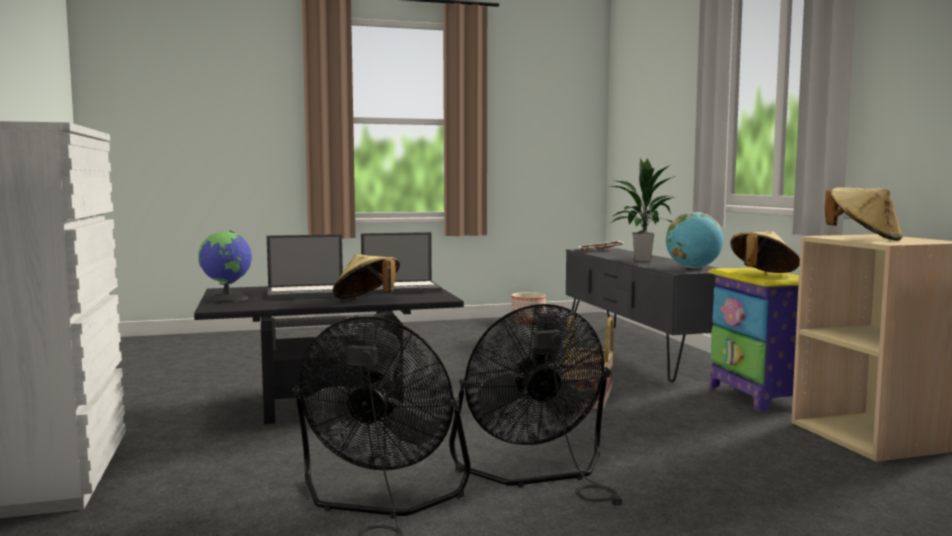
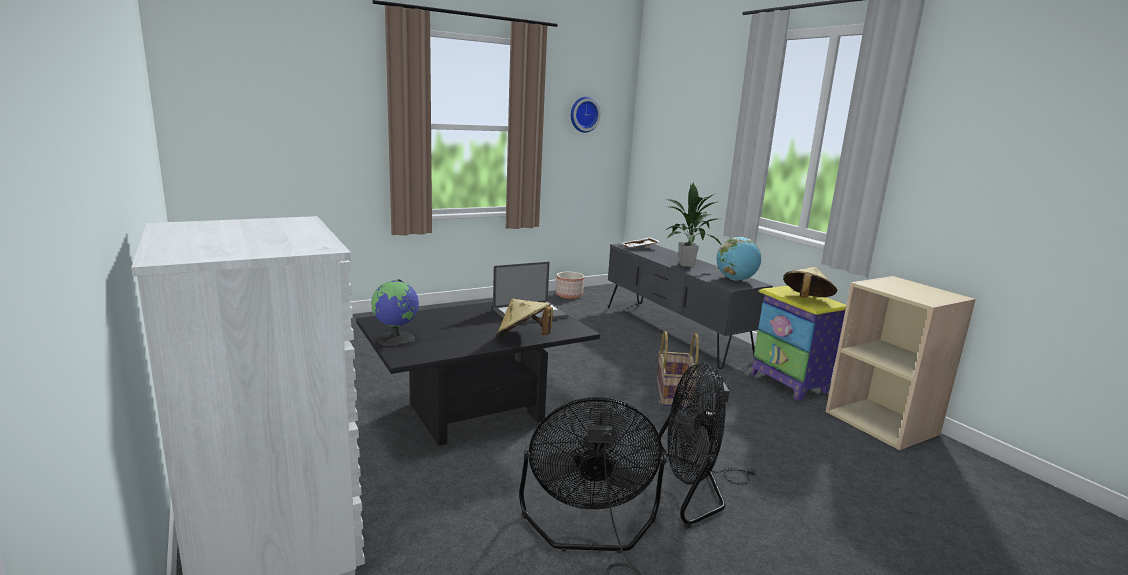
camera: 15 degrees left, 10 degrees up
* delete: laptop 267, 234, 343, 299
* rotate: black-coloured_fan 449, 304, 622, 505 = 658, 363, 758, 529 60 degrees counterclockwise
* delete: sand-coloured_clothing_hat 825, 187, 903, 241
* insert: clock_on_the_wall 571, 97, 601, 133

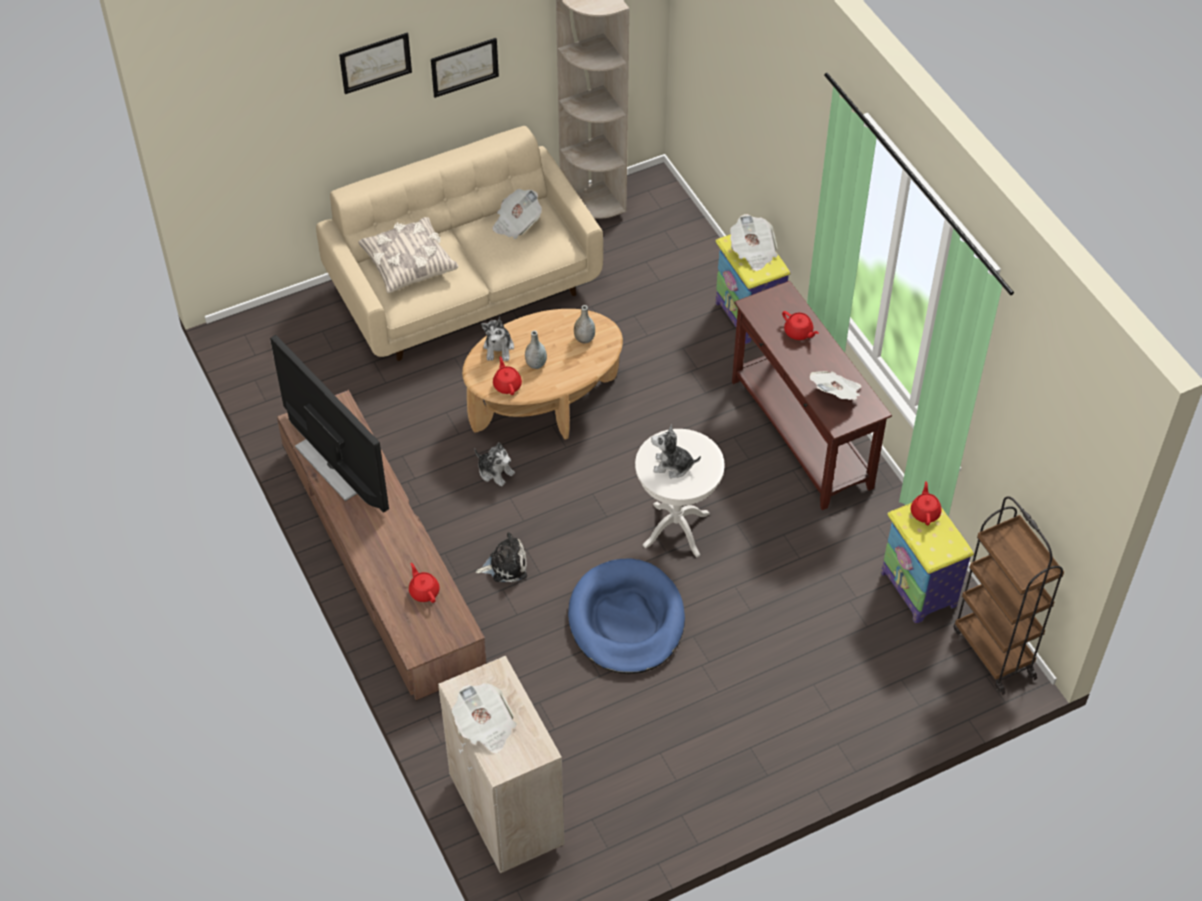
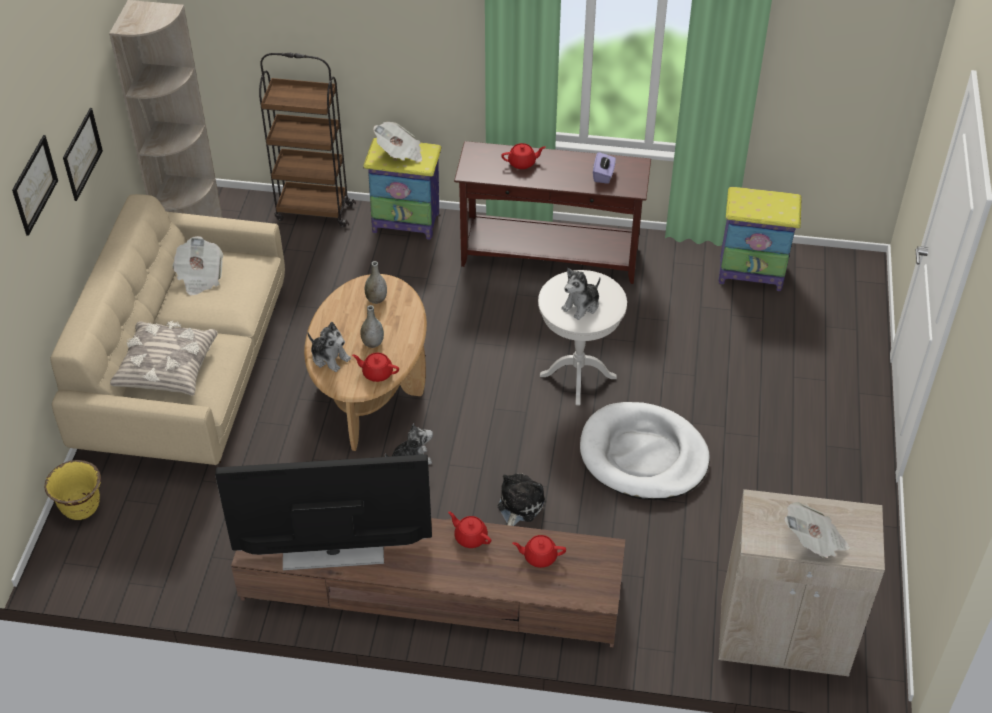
camera: 55 degrees left, 5 degrees down
* recolor: blue-coloured_dog_bed 568, 559, 685, 674 to white_dog_bed 580, 402, 710, 500
* replace: printed_paper 810, 371, 861, 400 to purple-coloured_tissue_box 593, 152, 616, 184
* move: red-coloured_teapot 911, 481, 942, 525 to 448, 511, 491, 548
* move: brown-coloured_trolley 954, 496, 1064, 695 to 259, 53, 356, 227
* insert: yellow_planter 44, 460, 101, 520

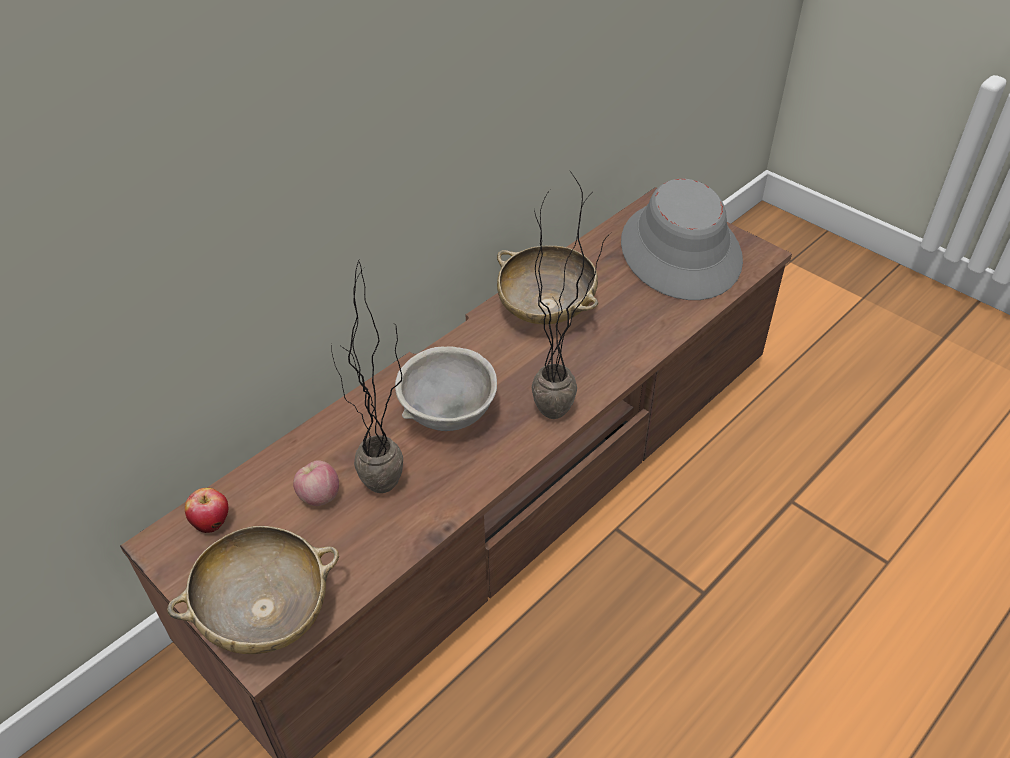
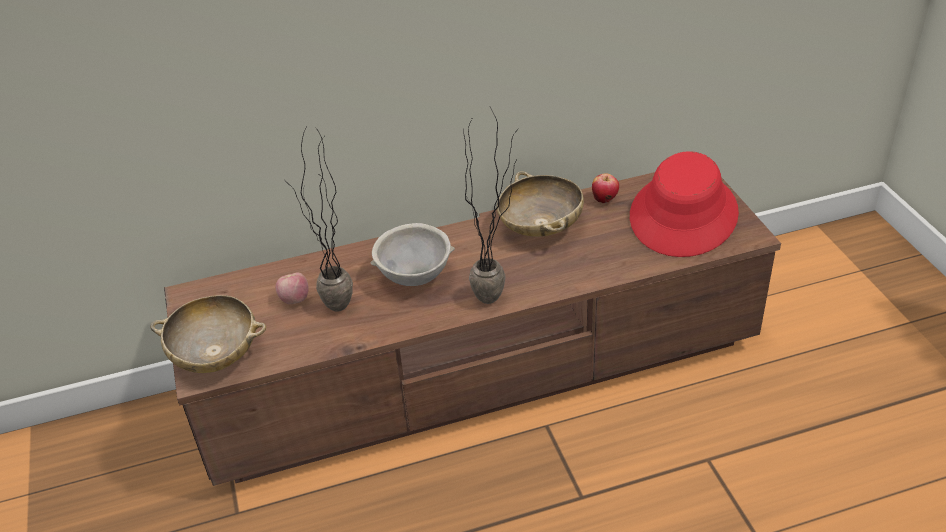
camera: 30 degrees right, 5 degrees down
* move: apple_fruit 185, 488, 228, 533 to 592, 173, 619, 203
* recolor: gray_clothing_hat 621, 179, 743, 300 to red-coloured_clothing_hat 630, 151, 739, 257

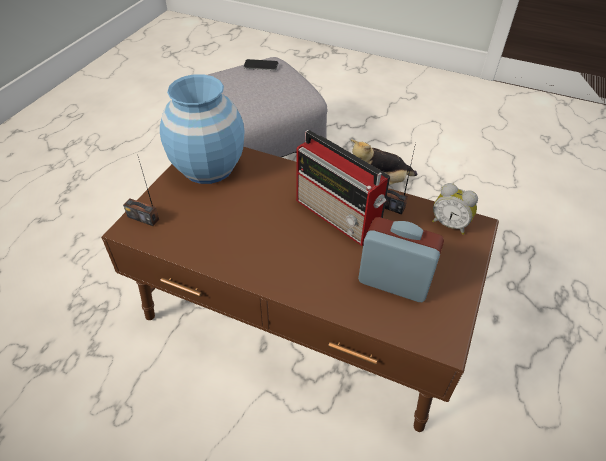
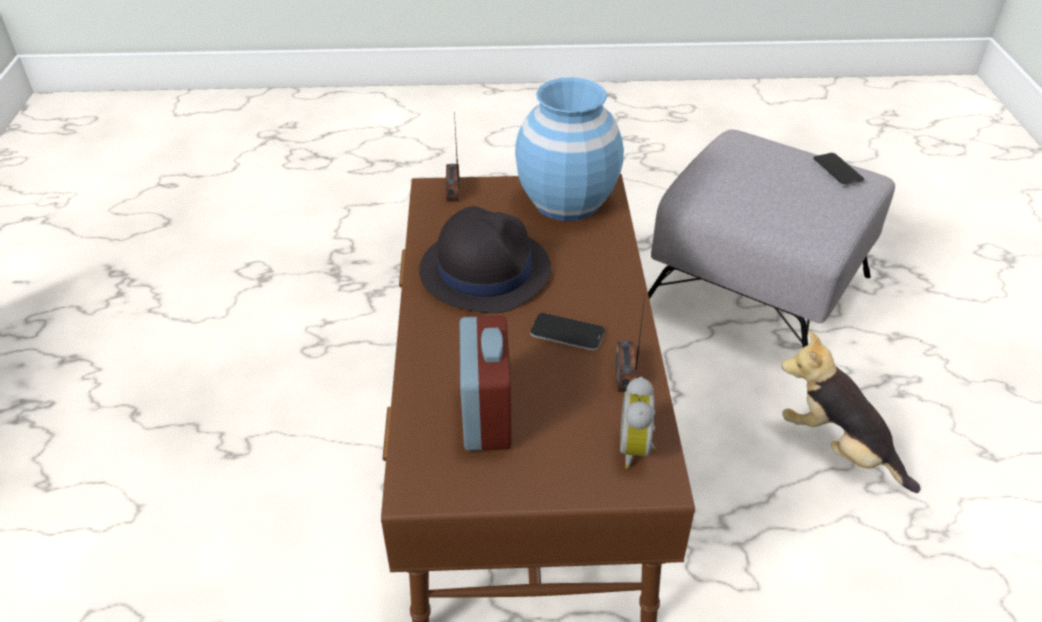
camera: 65 degrees right, 5 degrees down
* replace: radio 296, 130, 390, 246 to phone 530, 313, 605, 350
* insert: black-coloured_clothing_hat 419, 206, 551, 313

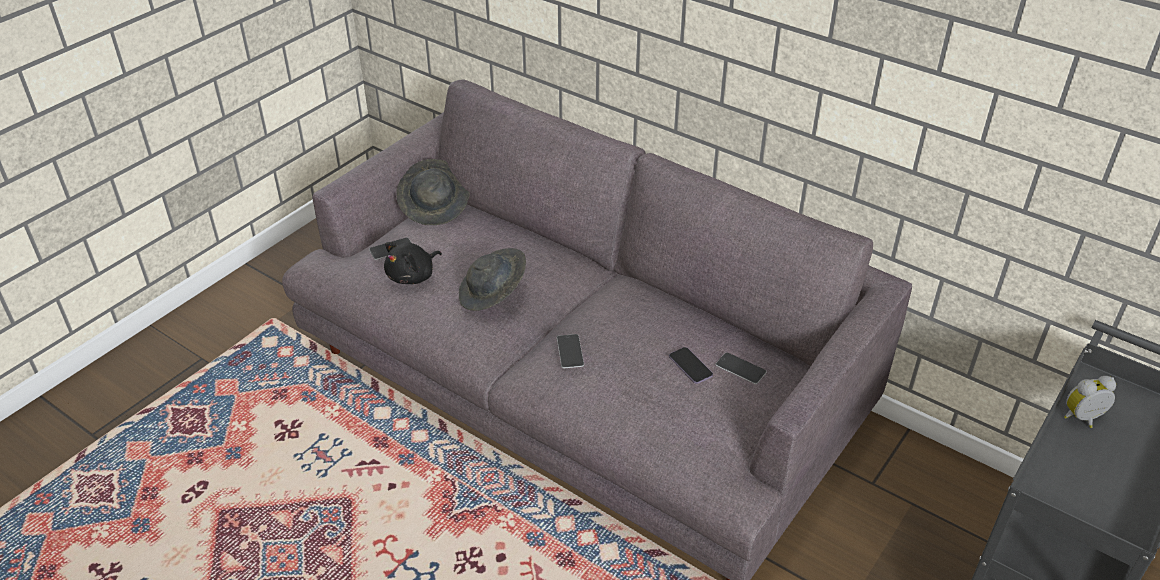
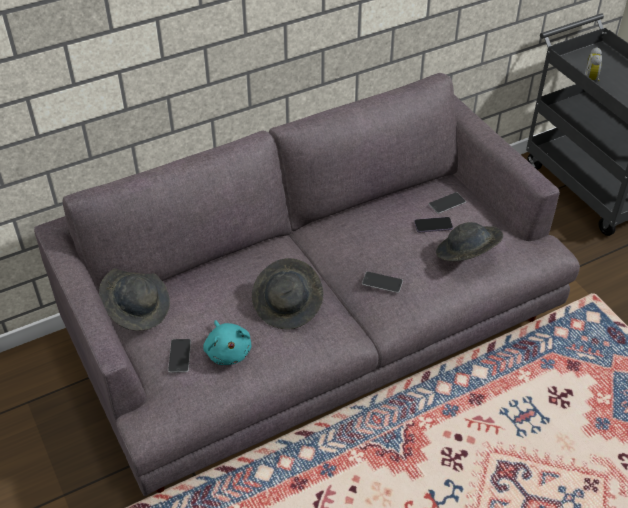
camera: 65 degrees left, 5 degrees up
* recolor: black-coloured_soft_toy 384, 242, 442, 284 to turquoise_soft_toy 203, 320, 251, 365
* insert: gray_clothing_hat 436, 222, 503, 261

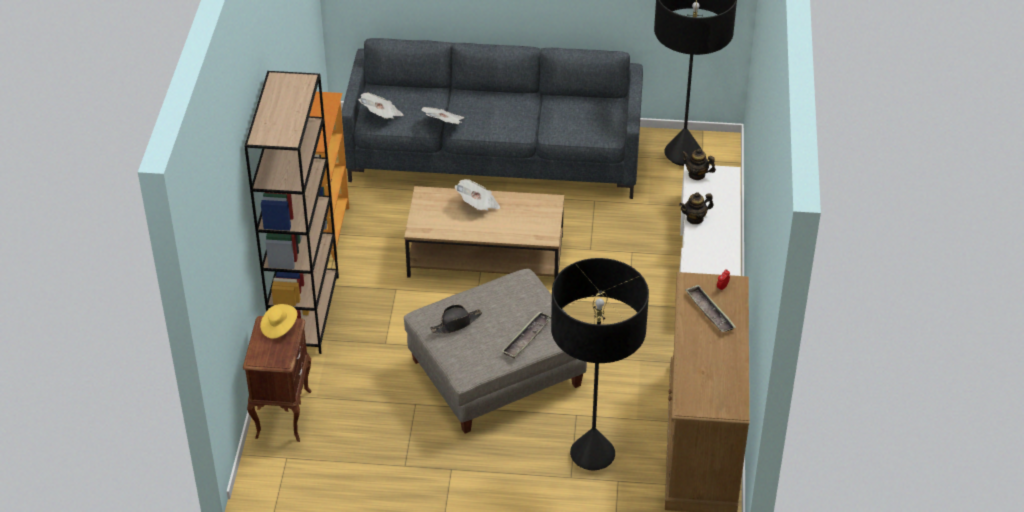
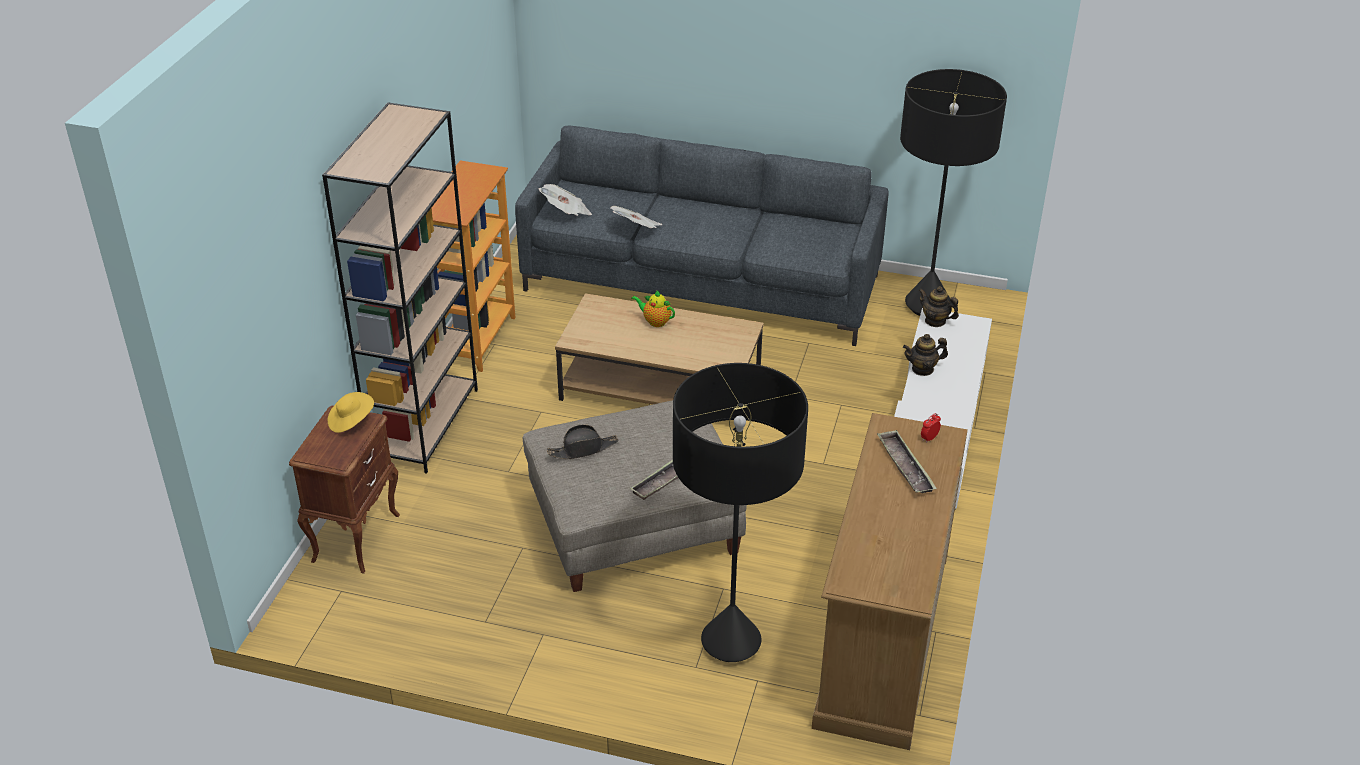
camera: 10 degrees right, 5 degrees down
* replace: printed_paper 455, 179, 501, 211 to teapot 631, 290, 675, 327

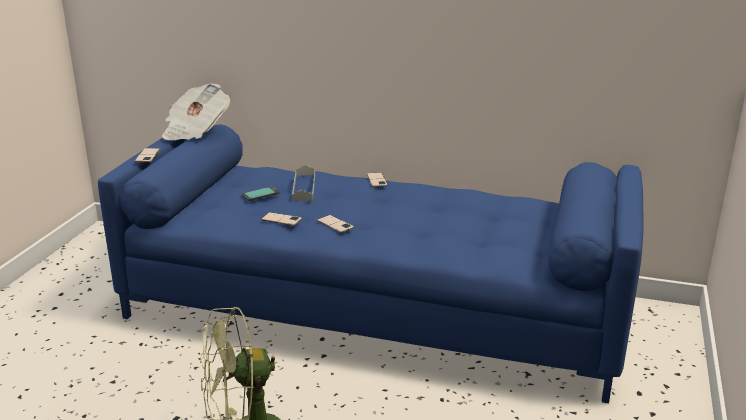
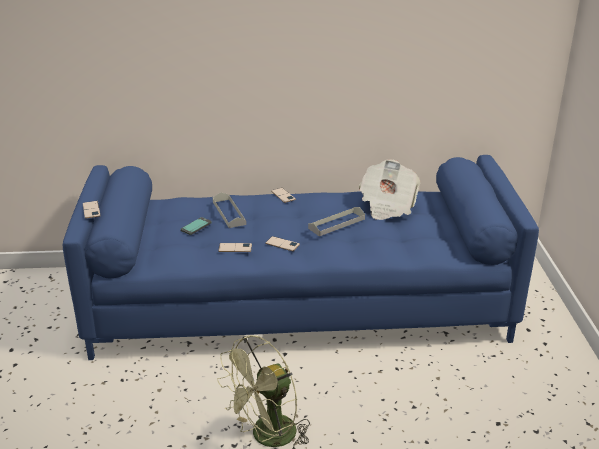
camera: 20 degrees left, 5 degrees up
* move: printed_paper 162, 83, 230, 140 to 359, 159, 421, 220
* insert: gray_serving_tray 308, 207, 365, 236

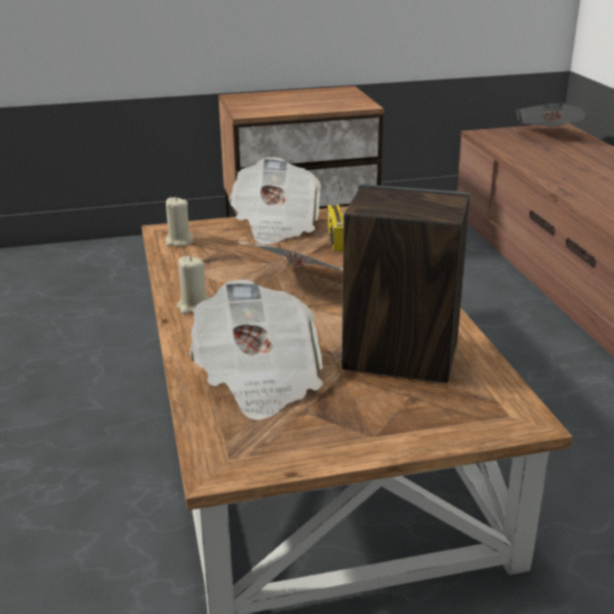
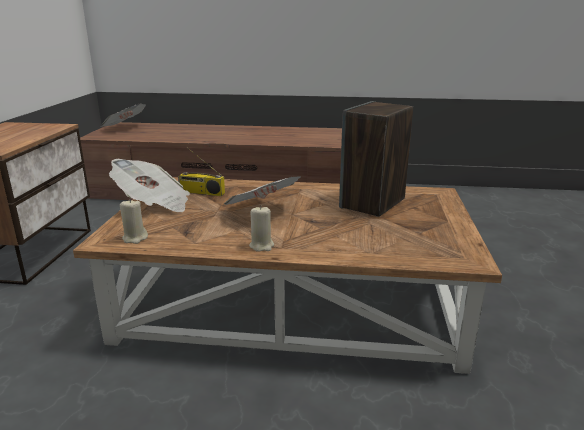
camera: 70 degrees left, 5 degrees down
* delete: printed_paper 189, 279, 323, 421

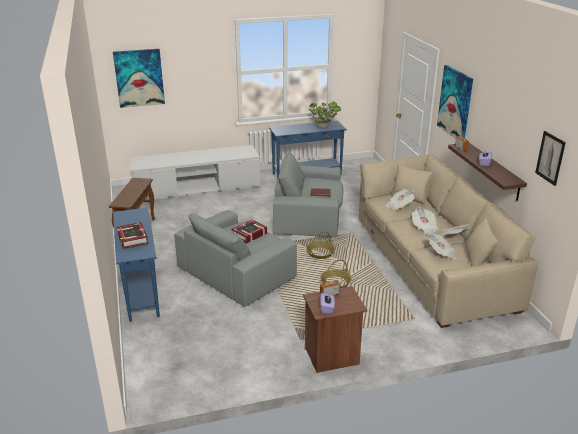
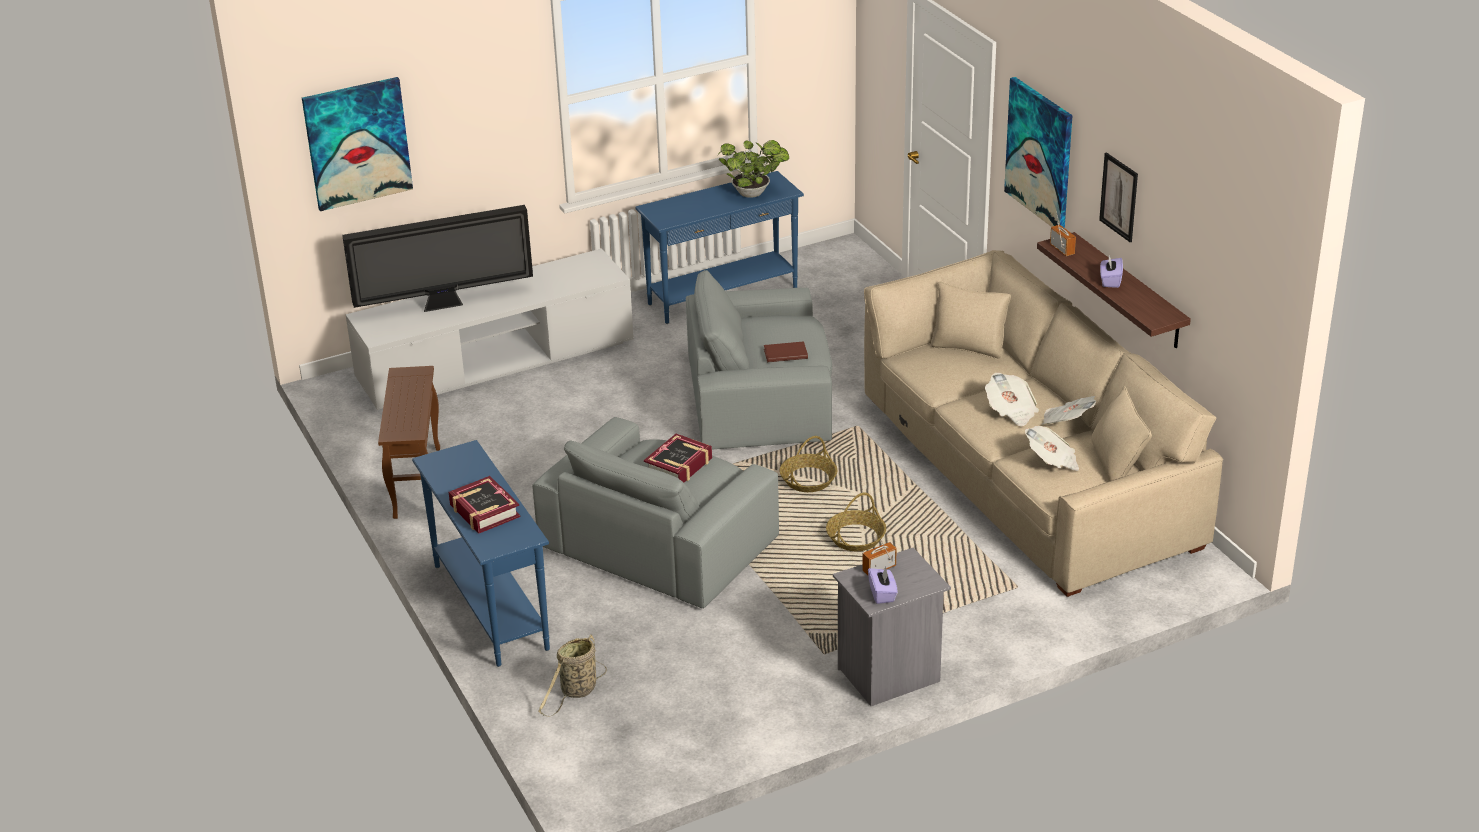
camera: 10 degrees left, 5 degrees up
* recolor: brown-coloured_night_table 303, 286, 368, 373 to gray_night_table 833, 548, 951, 706
* delete: printed_paper 386, 189, 415, 210
* move: wall_picture 535, 131, 566, 186 to 1099, 152, 1138, 242
* insert: TV 342, 205, 533, 312
* insert: basket 538, 634, 607, 717

